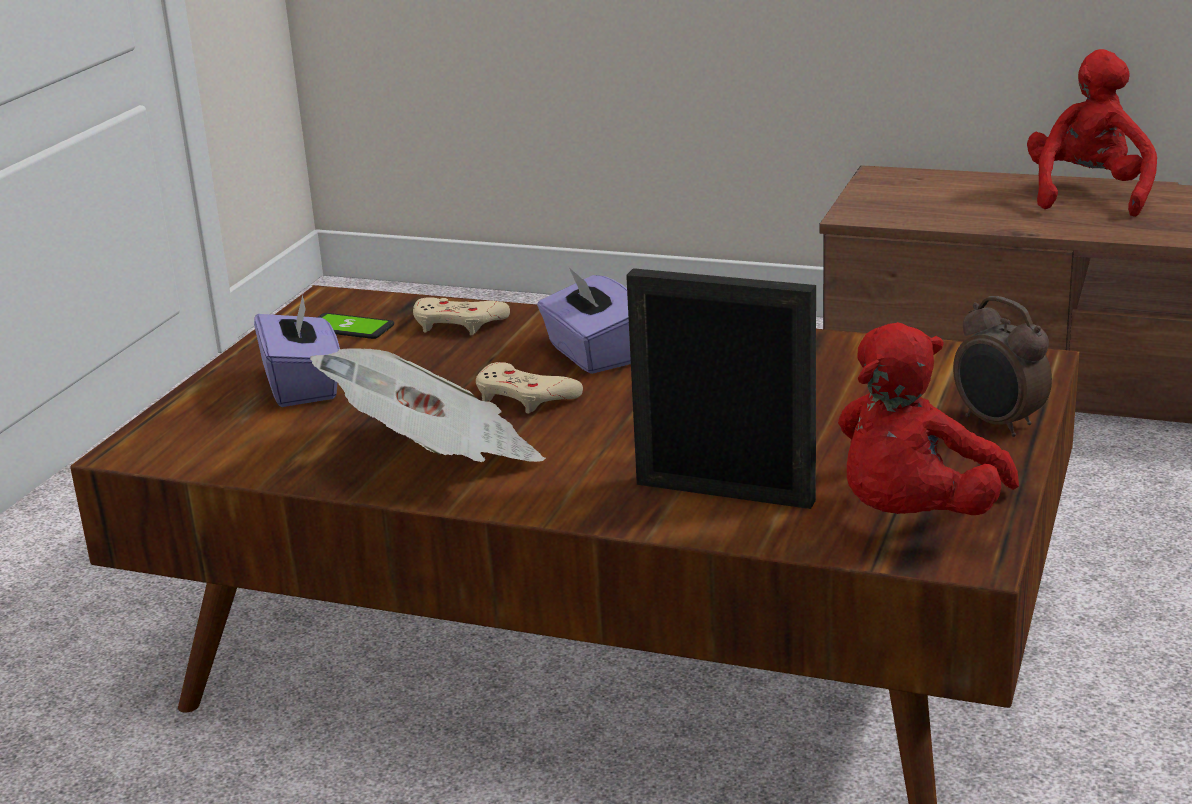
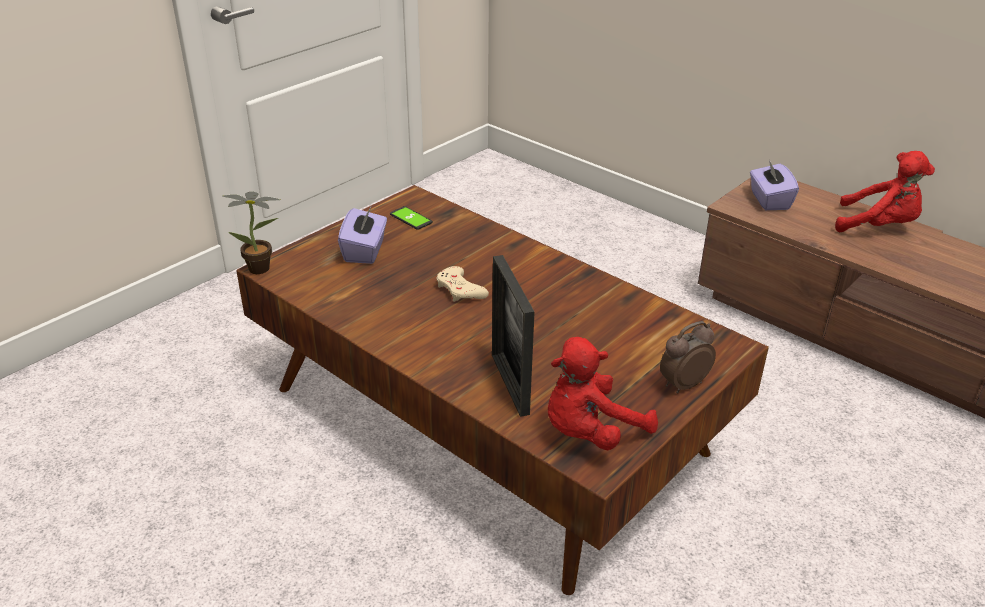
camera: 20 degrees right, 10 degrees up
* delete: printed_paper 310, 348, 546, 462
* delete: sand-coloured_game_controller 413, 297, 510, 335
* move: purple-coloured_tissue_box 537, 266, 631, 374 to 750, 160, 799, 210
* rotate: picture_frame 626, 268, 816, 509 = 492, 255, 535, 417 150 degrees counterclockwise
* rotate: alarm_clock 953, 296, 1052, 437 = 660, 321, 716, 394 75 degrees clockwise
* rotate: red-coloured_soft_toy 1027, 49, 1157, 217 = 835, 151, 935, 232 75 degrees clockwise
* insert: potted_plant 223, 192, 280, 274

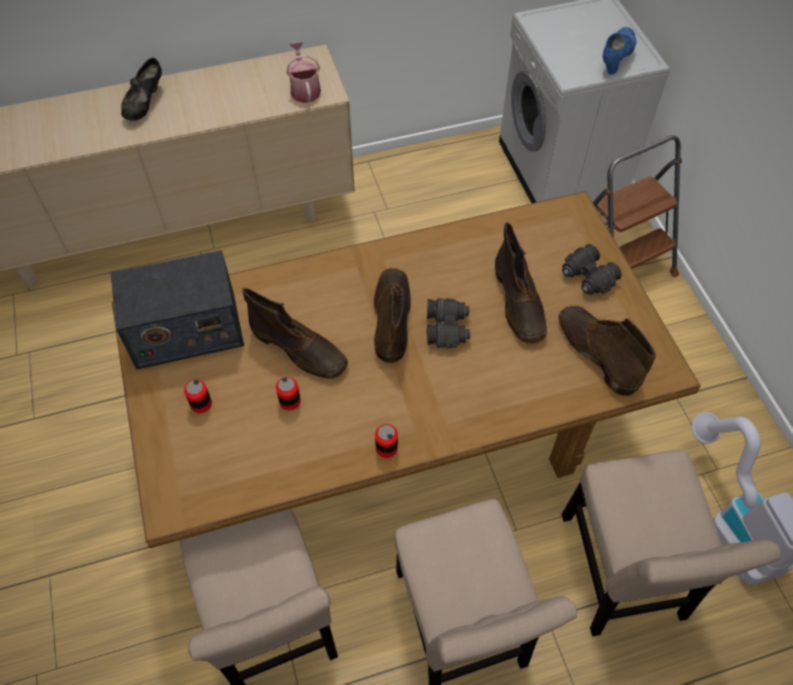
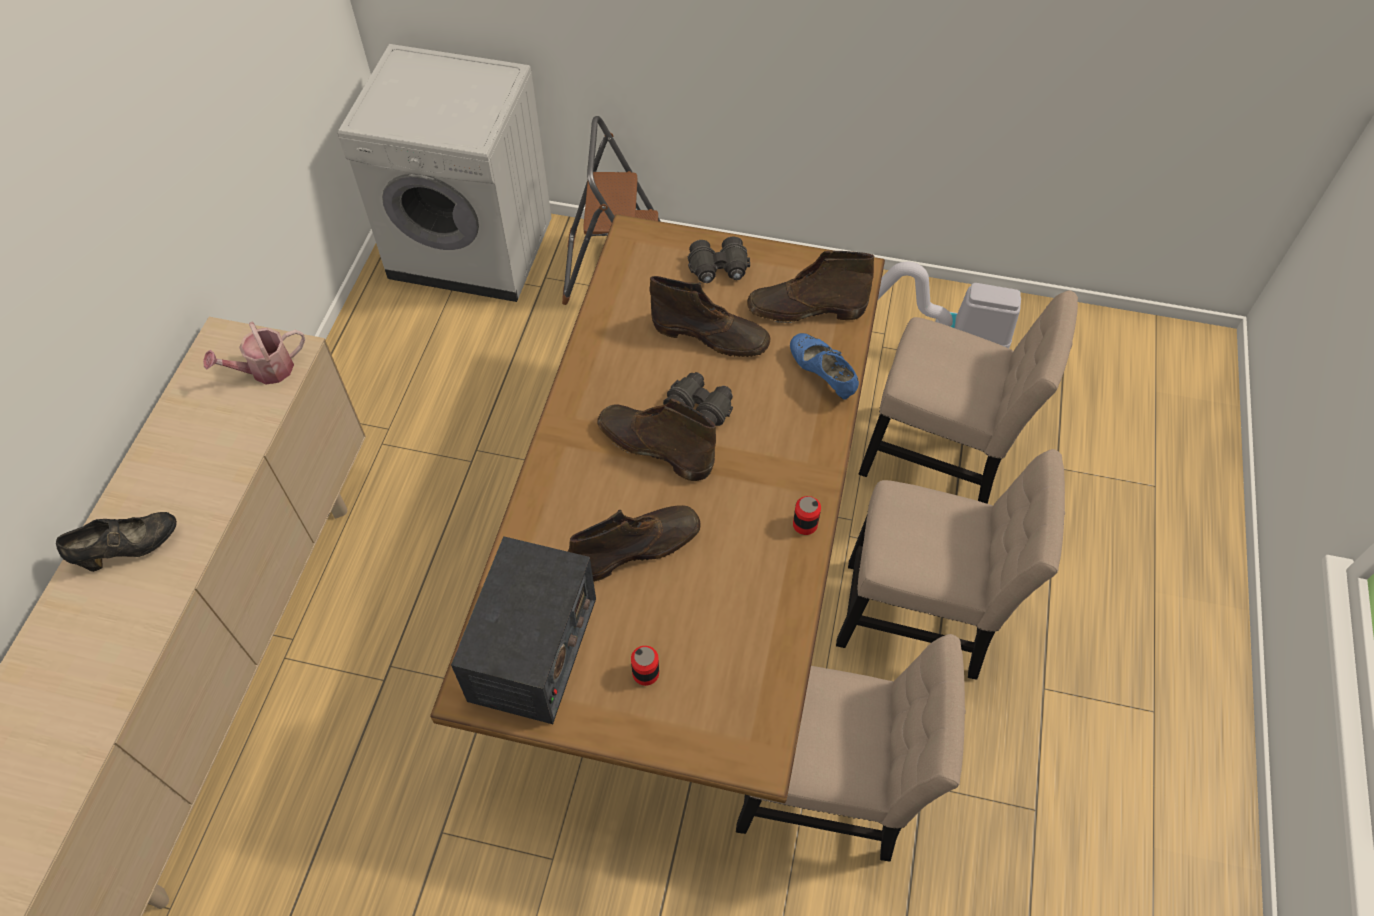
camera: 60 degrees left, 0 degrees up
* rotate: black-coloured_shoe 121, 58, 162, 121 = 56, 512, 177, 572 75 degrees counterclockwise
* delete: can 276, 377, 301, 410
* rotate: watering_pot 286, 42, 321, 103 = 203, 322, 305, 384 45 degrees counterclockwise
* move: blue-coloured_shoe 603, 27, 637, 75 to 790, 333, 859, 399

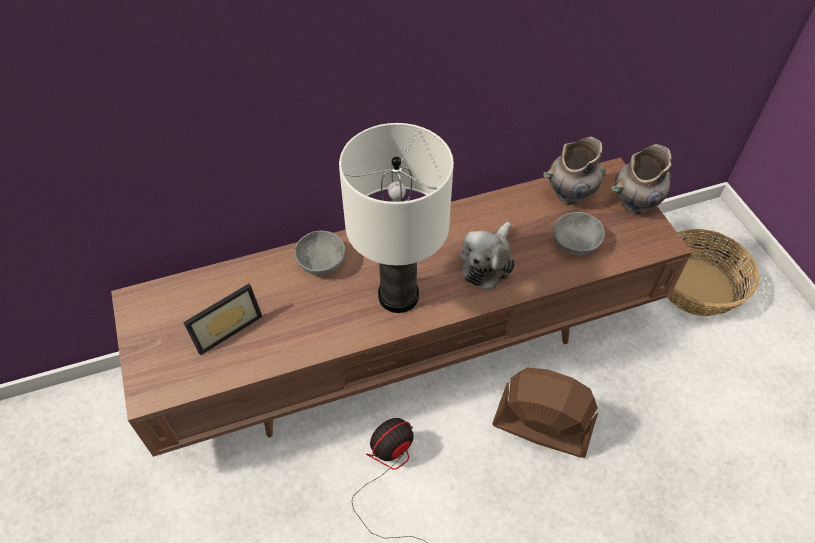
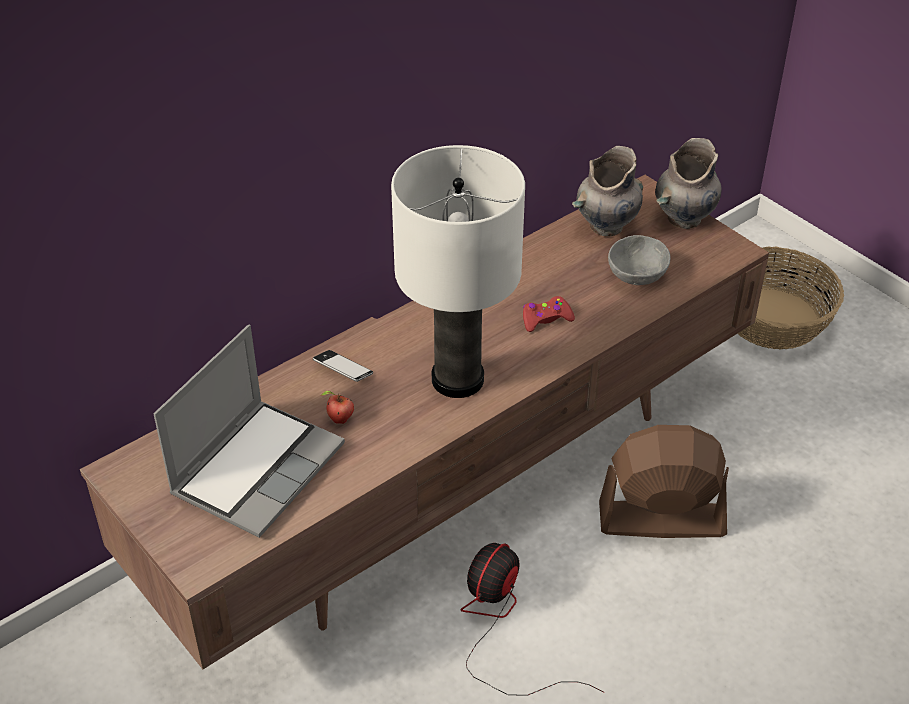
camera: 20 degrees left, 10 degrees down
* replace: picture_frame 183, 284, 263, 355 to laptop 153, 325, 345, 538
* replace: gray_deep_dish 294, 231, 345, 275 to phone 313, 350, 373, 382
* replace: soft_toy 460, 222, 515, 291 to red-coloured_game_controller 523, 296, 575, 332
* insert: apple_fruit 321, 391, 354, 424

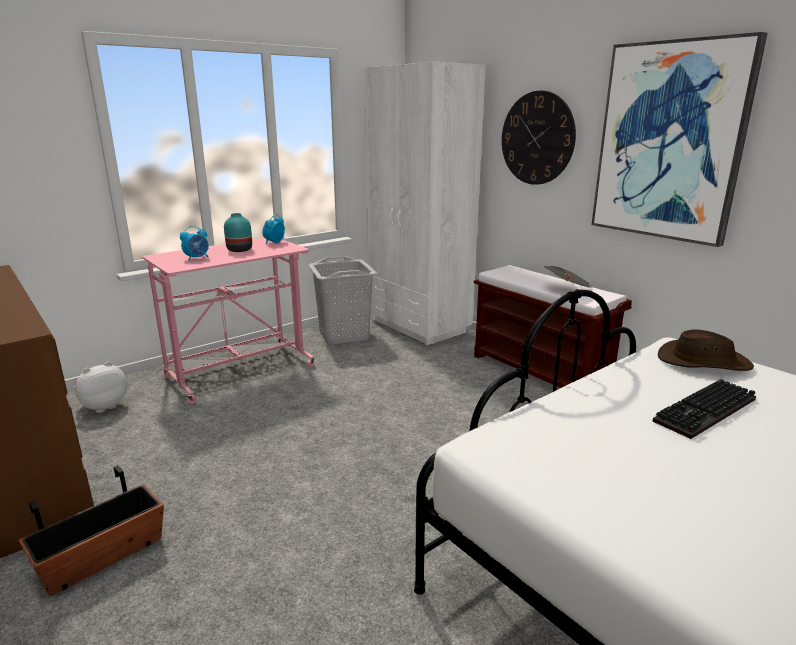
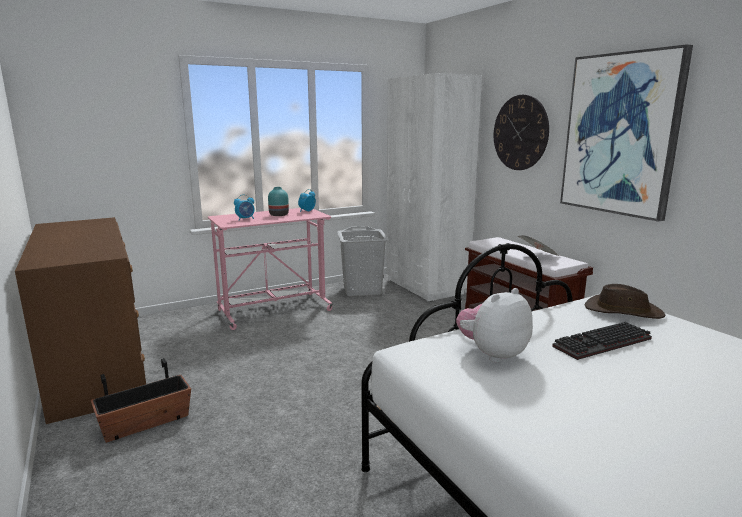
camera: 10 degrees right, 5 degrees down
* move: soft_toy 74, 361, 127, 413 to 456, 288, 533, 363

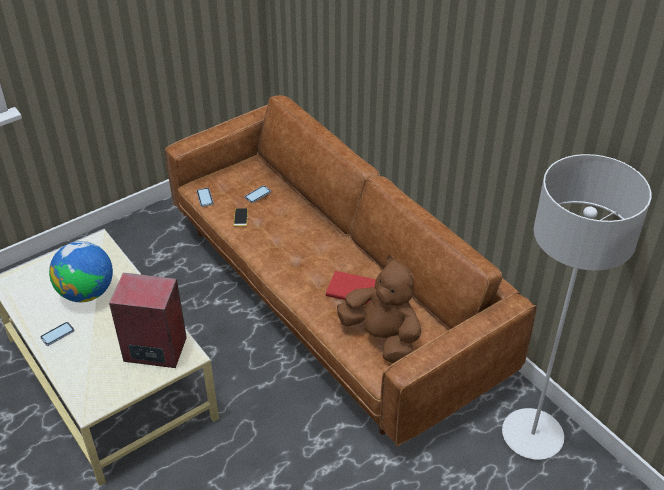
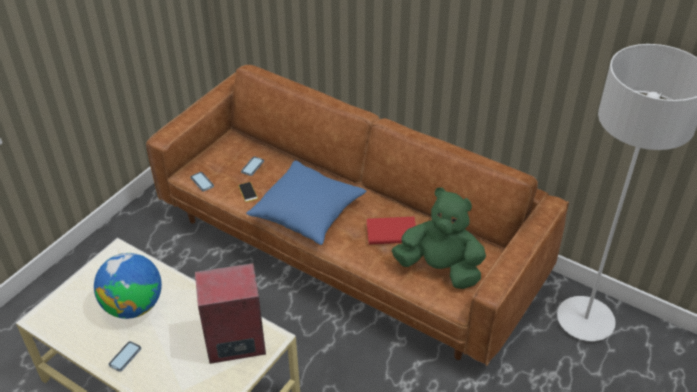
camera: 20 degrees left, 0 degrees up
* recolor: brown-coloured_soft_toy 337, 255, 421, 363 to green_soft_toy 391, 188, 486, 289
* insert: blue-coloured_throw_pillow 246, 160, 366, 245

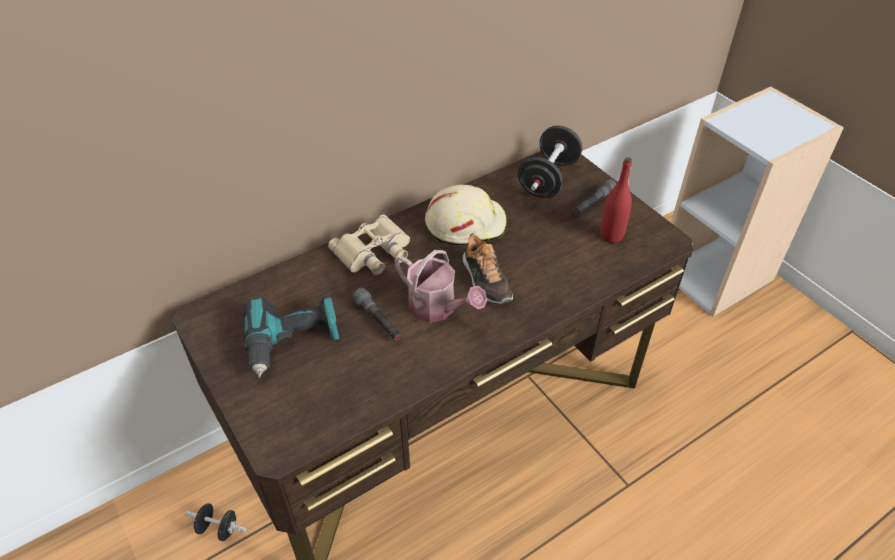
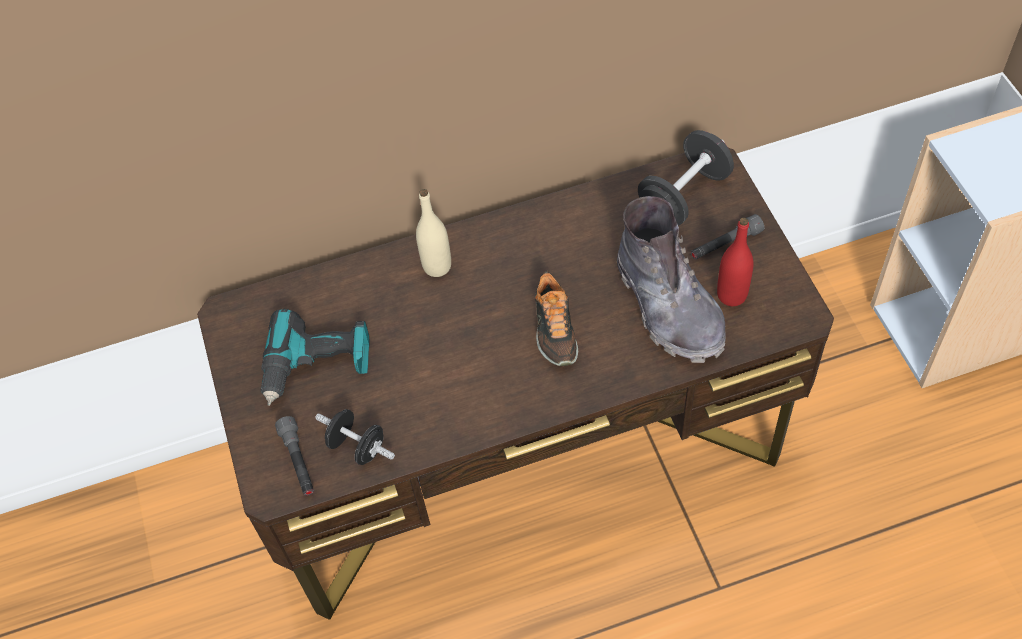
camera: 20 degrees right, 10 degrees up
* move: black-coloured_free_weight 185, 504, 246, 541 to 315, 409, 395, 465
* replace: sand-coloured_binoculars 328, 214, 410, 275 to sand-coloured_beverage_bottle 416, 189, 451, 277
* move: gray_torch 352, 288, 402, 341 to 275, 416, 314, 496
* delete: watering_pot 394, 250, 487, 323
* delete: sand-coloured_safety_helmet 425, 185, 507, 245
* insert: gray_boot 617, 196, 726, 363

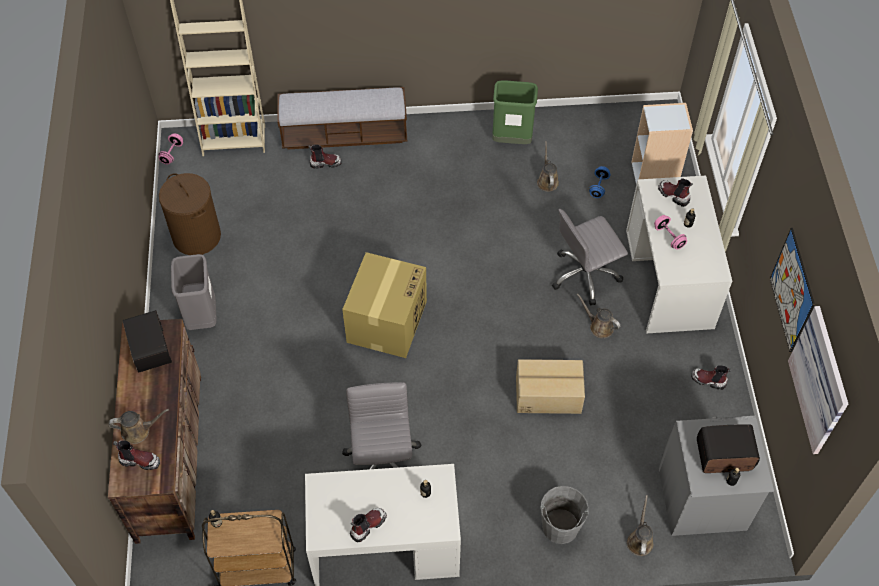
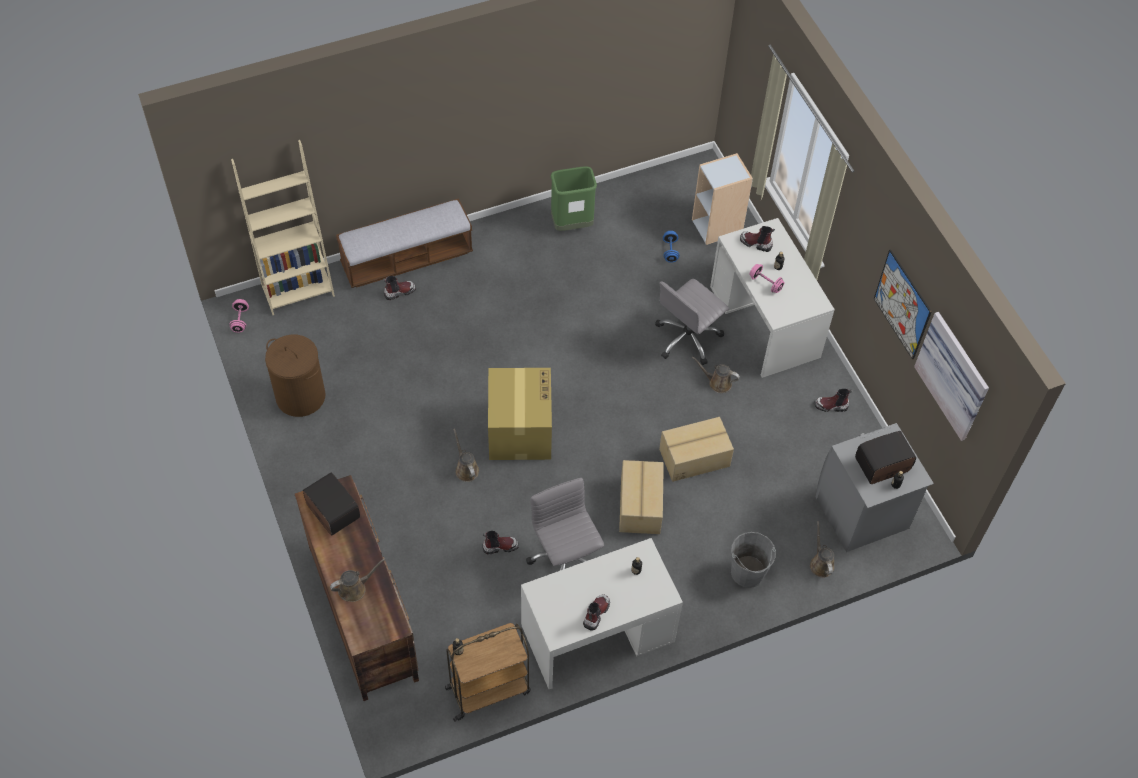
camera: 20 degrees left, 0 degrees up
* move: boot 113, 440, 160, 470 to 483, 531, 519, 554
* delete: gray_waste_bin 171, 254, 216, 330
* move: brown-coloured_watering_pot 537, 141, 559, 192 to 453, 429, 479, 482
* insert: cardboard_box 619, 460, 664, 534

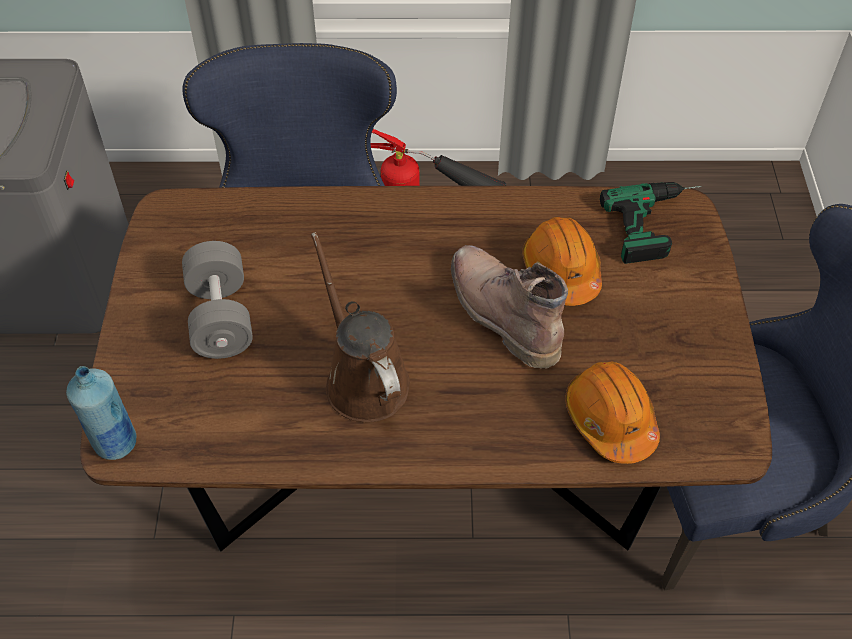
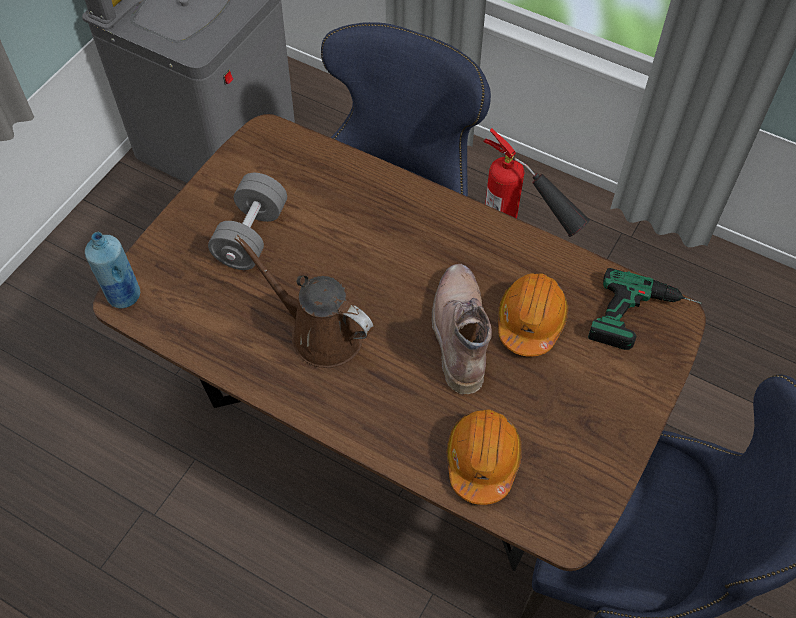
camera: 30 degrees right, 5 degrees up
* rotate: brown-coloured_watering_pot 311, 232, 410, 422 = 234, 235, 374, 368 60 degrees counterclockwise

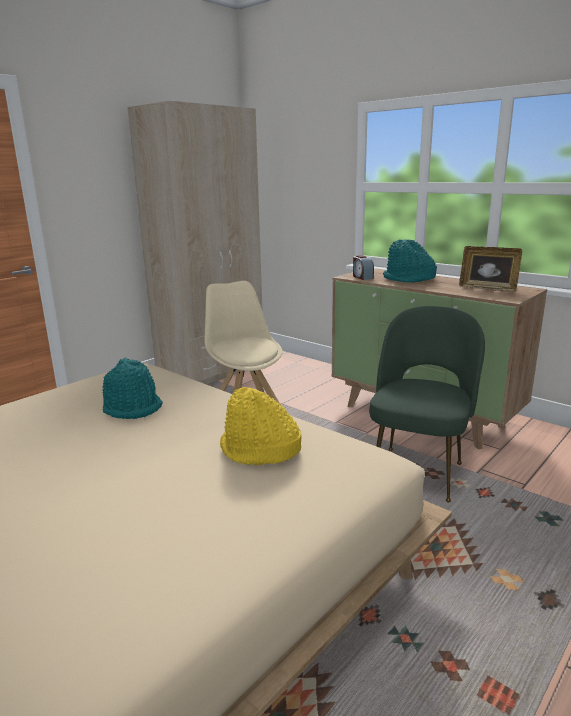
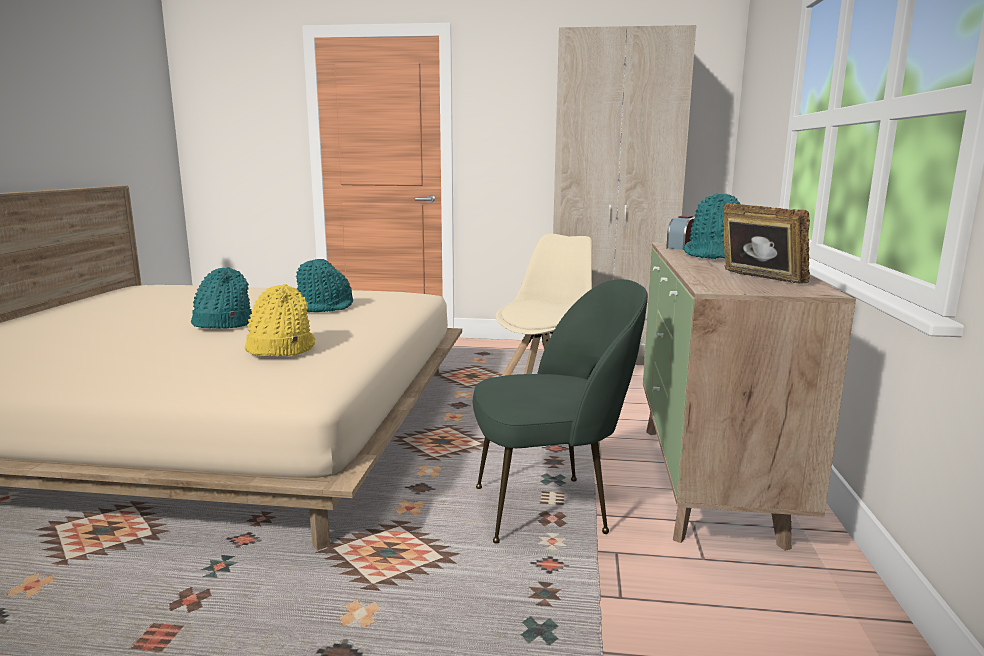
camera: 55 degrees right, 5 degrees down
* rotate: picture_frame 459, 246, 522, 292 = 723, 203, 810, 284 150 degrees clockwise
* insert: turquoise_clothing_hat 191, 267, 252, 329

